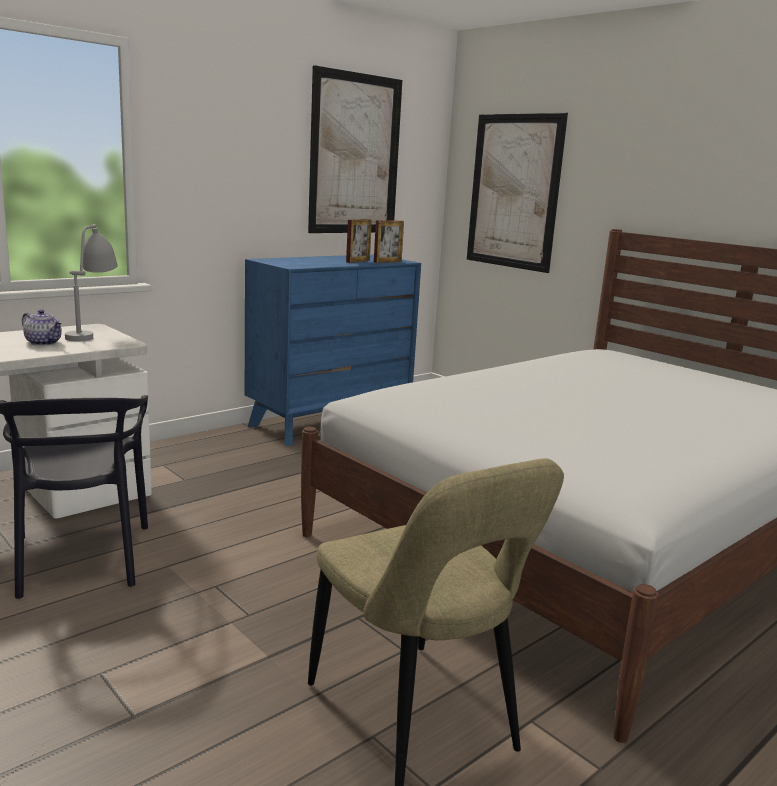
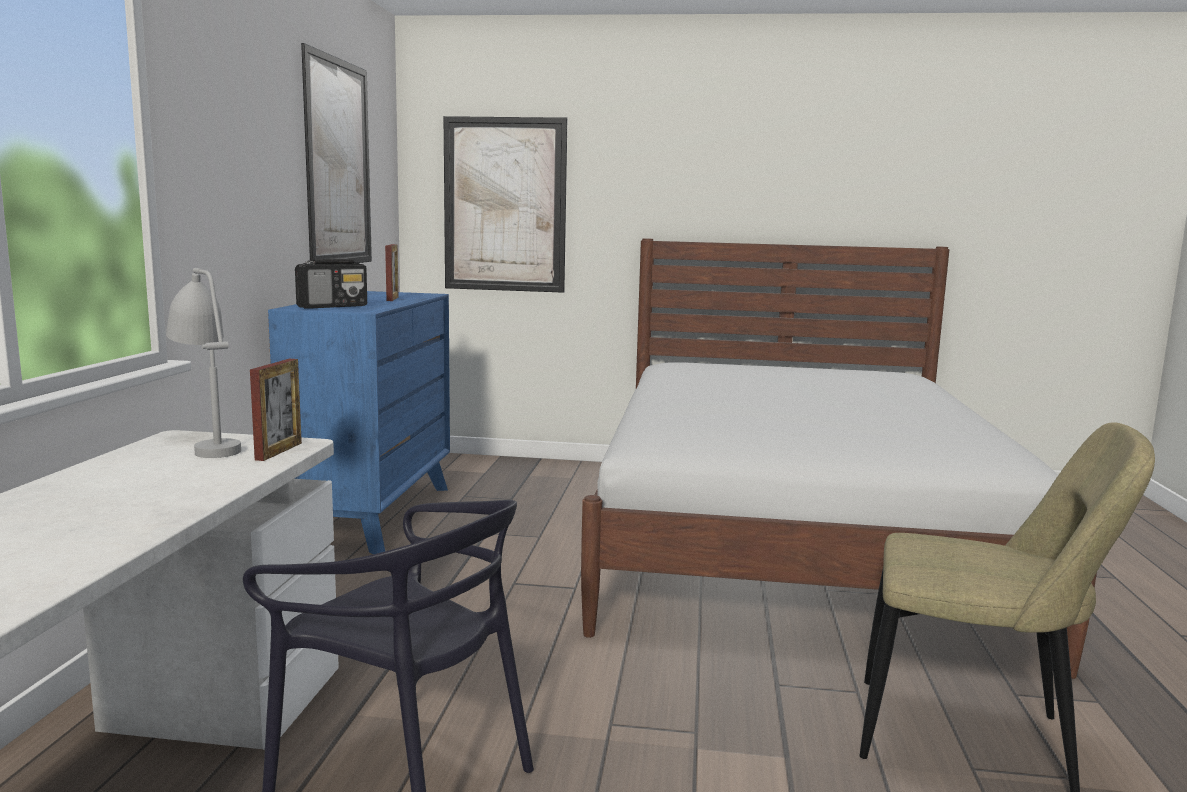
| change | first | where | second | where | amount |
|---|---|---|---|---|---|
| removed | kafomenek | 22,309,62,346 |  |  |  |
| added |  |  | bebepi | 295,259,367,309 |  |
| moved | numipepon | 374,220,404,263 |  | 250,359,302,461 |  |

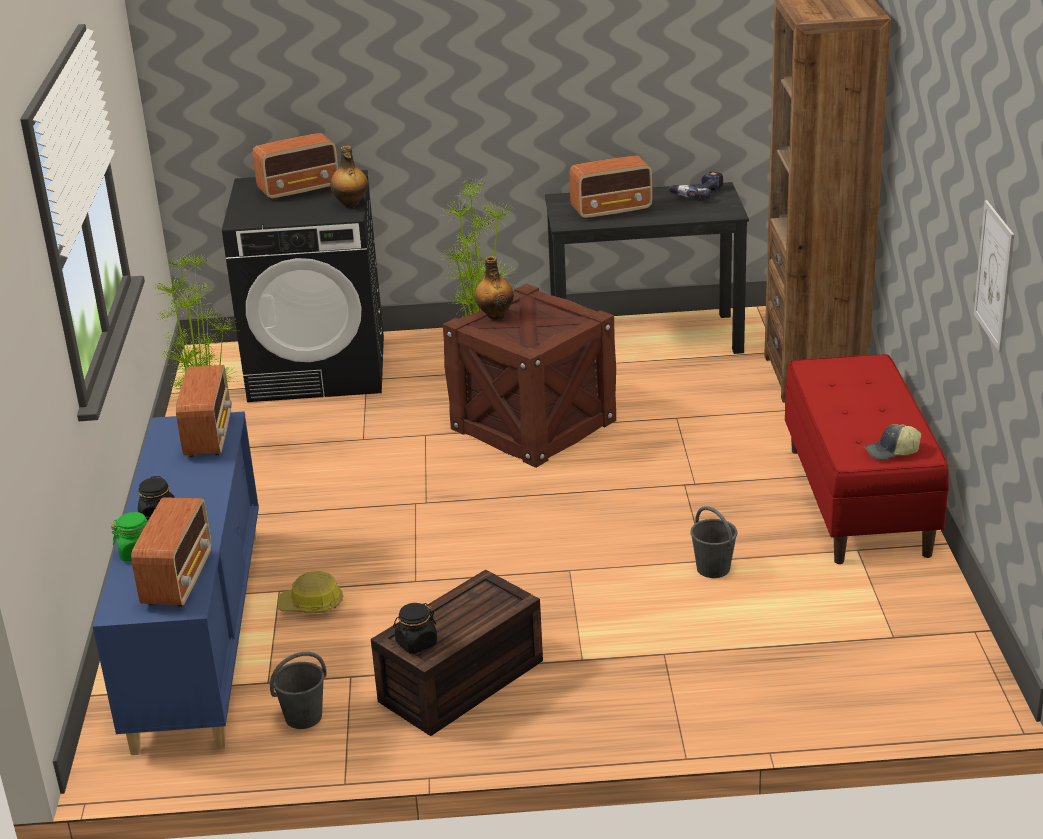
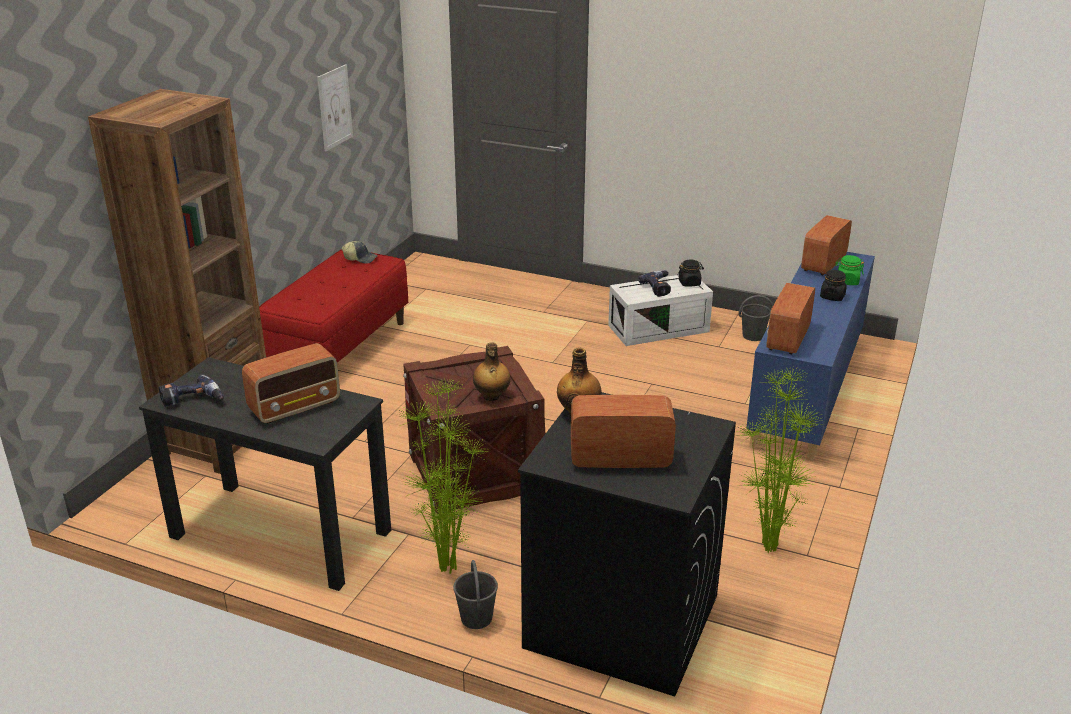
| change | first | where | second | where | amount |
|---|---|---|---|---|---|
| removed | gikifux | 277,571,343,613 |  |  |  |
| added |  |  | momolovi | 638,271,671,297 |  |
| moved | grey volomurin | 690,506,737,578 |  | 453,560,498,629 |  |
| recoloured | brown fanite | 371,569,543,736 | white fanite | 608,275,713,346 |  |
| turned | bebepi | 569,155,653,219 |  | 242,343,340,424 | 135 degrees clockwise |

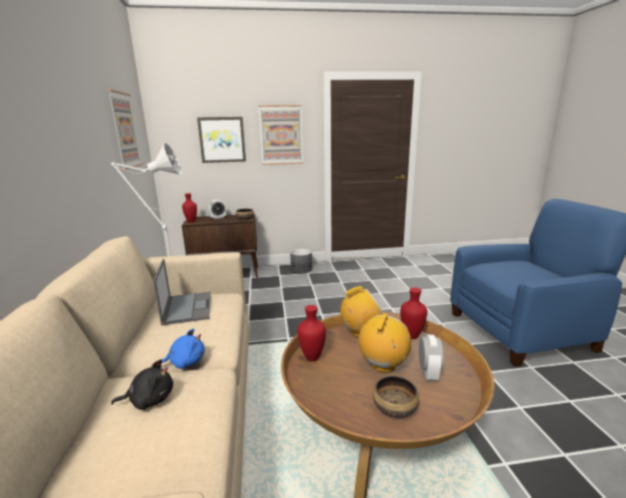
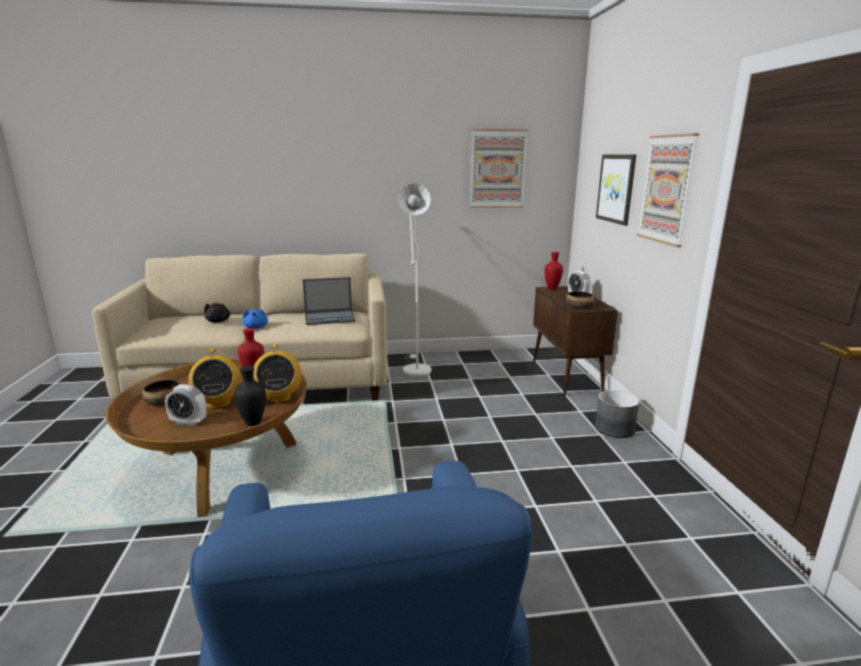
| change | first | where | second | where | amount |
|---|---|---|---|---|---|
| recoloured | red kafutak | 400,287,427,339 | black kafutak | 234,365,266,426 |  |
| turned | bebepi | 358,313,411,373 |  | 188,349,241,409 | 45 degrees clockwise |

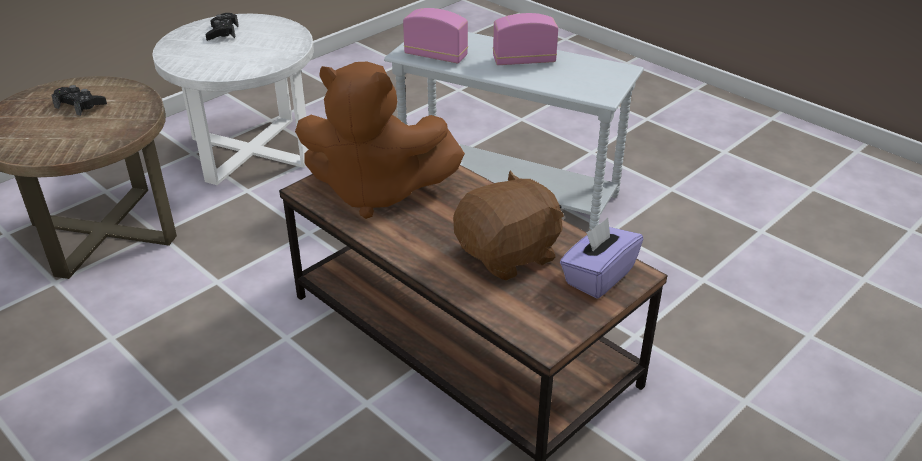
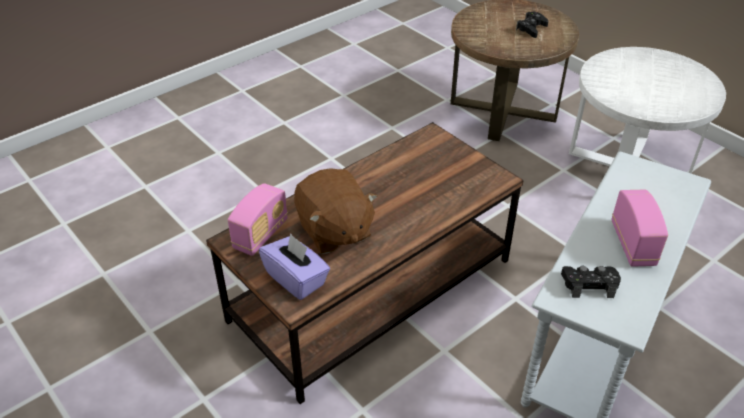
| change | first | where | second | where | amount |
|---|---|---|---|---|---|
| removed | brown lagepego | 295,62,465,219 |  |  |  |
| moved | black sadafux | 206,13,239,41 |  | 561,266,621,298 |  |
| moved | bebepi | 403,8,468,63 |  | 228,183,288,256 |  |

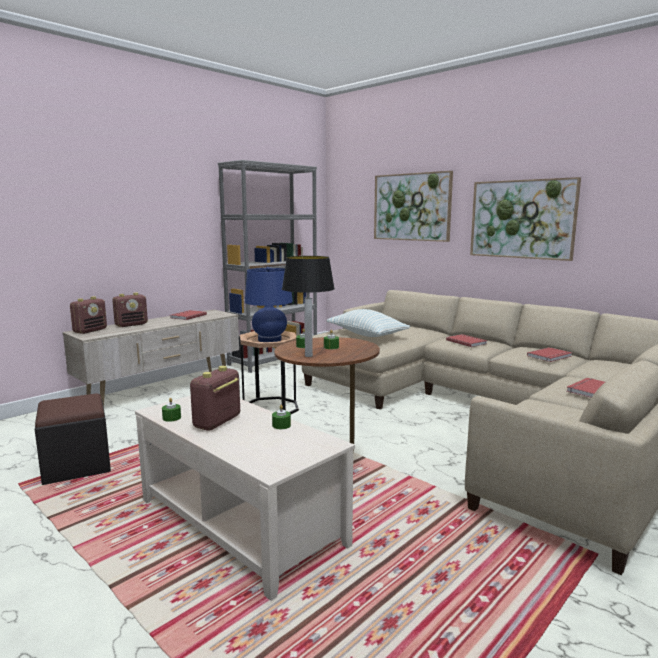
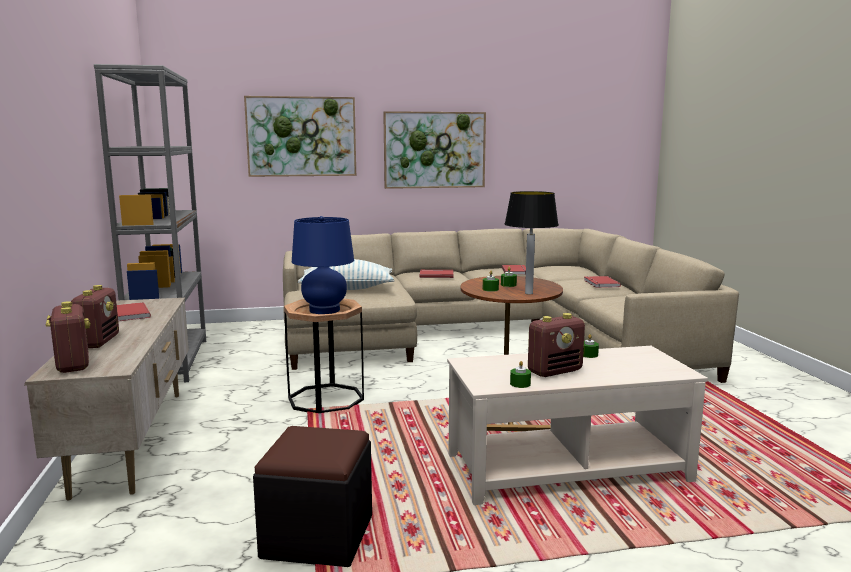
| change | first | where | second | where | amount |
|---|---|---|---|---|---|
| turned | bebepi | 190,366,240,430 |  | 528,313,585,377 | 90 degrees counterclockwise |

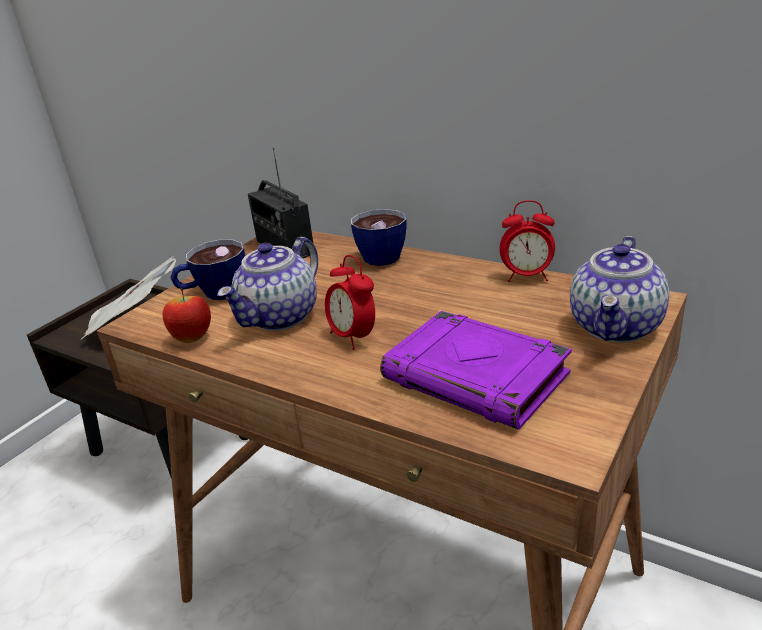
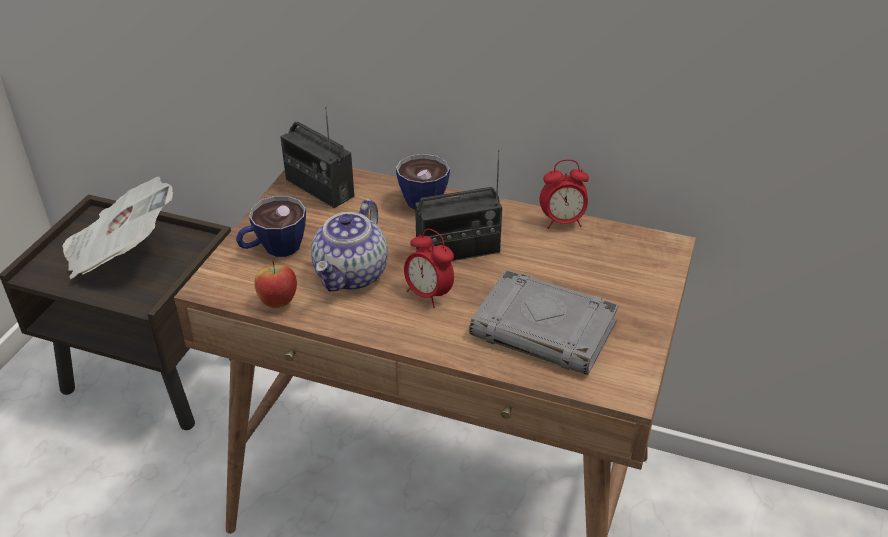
| change | first | where | second | where | amount |
|---|---|---|---|---|---|
| removed | kafomenek | 570,236,669,343 |  |  |  |
| added |  |  | bebepi | 415,149,502,261 |  |
| recoloured | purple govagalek | 380,310,572,430 | grey govagalek | 469,270,619,375 |  |

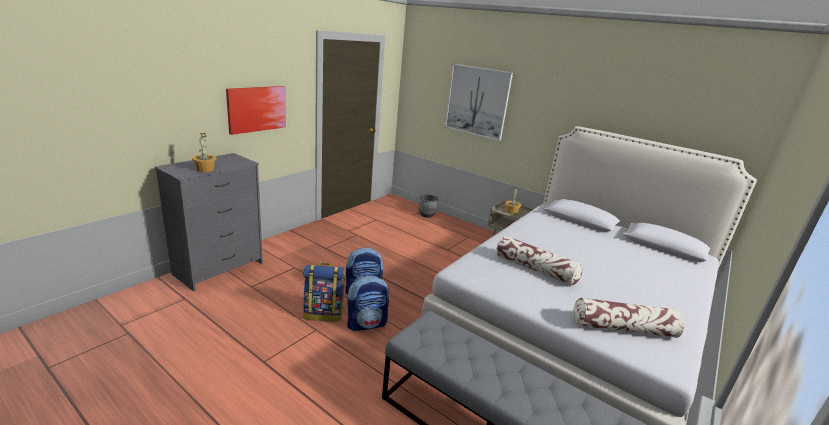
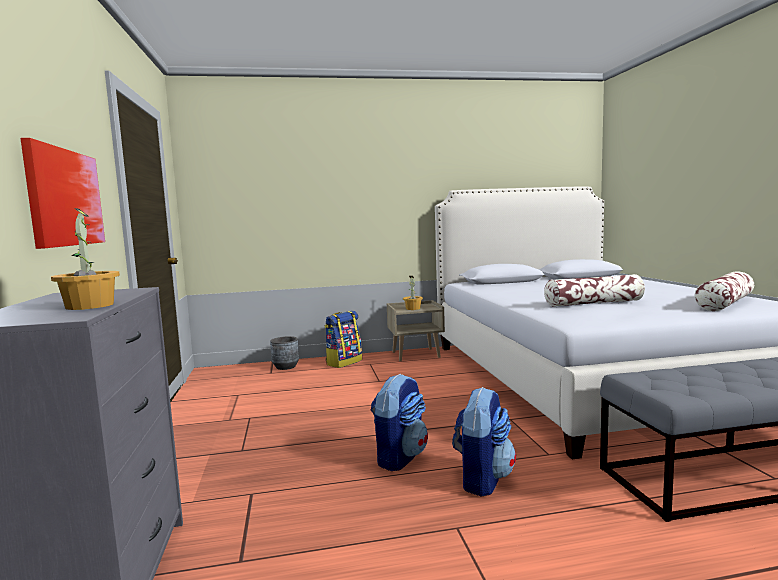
| change | first | where | second | where | amount |
|---|---|---|---|---|---|
| removed | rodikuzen | 445,64,513,141 |  |  |  |
| moved | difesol | 303,263,345,321 |  | 325,311,362,368 |  |

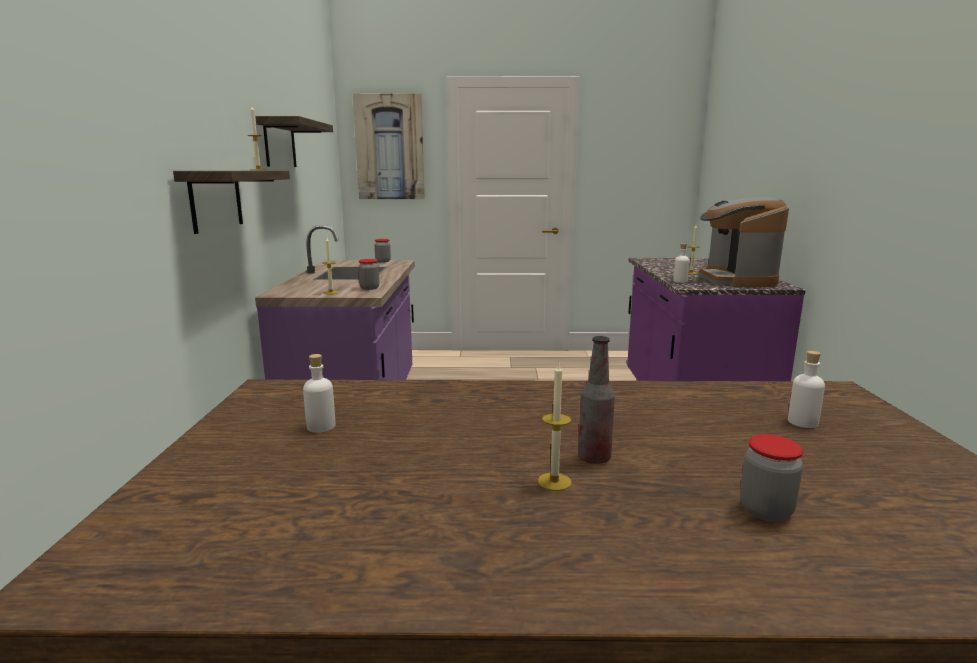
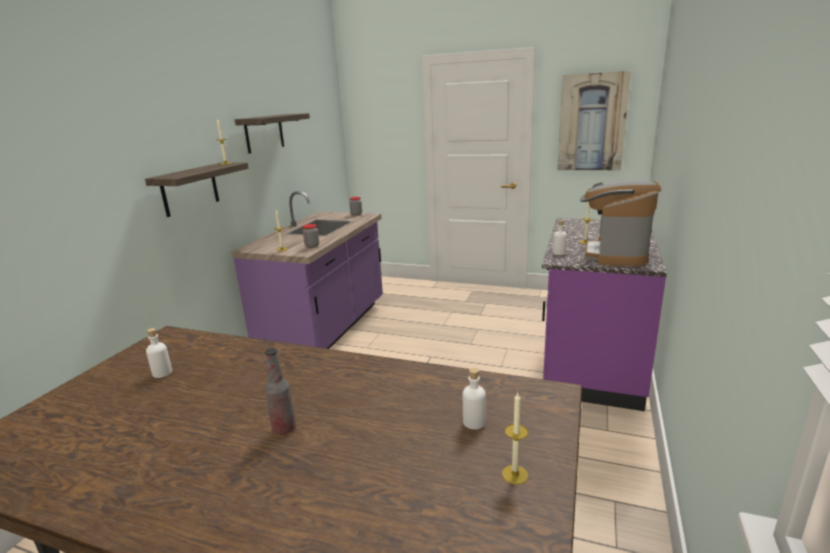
| change | first | where | second | where | amount |
|---|---|---|---|---|---|
| removed | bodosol | 740,434,803,522 |  |  |  |
| moved | rodikuzen | 353,94,425,199 |  | 557,71,631,170 |  |
| moved | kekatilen | 538,363,572,491 |  | 502,393,528,485 |  |

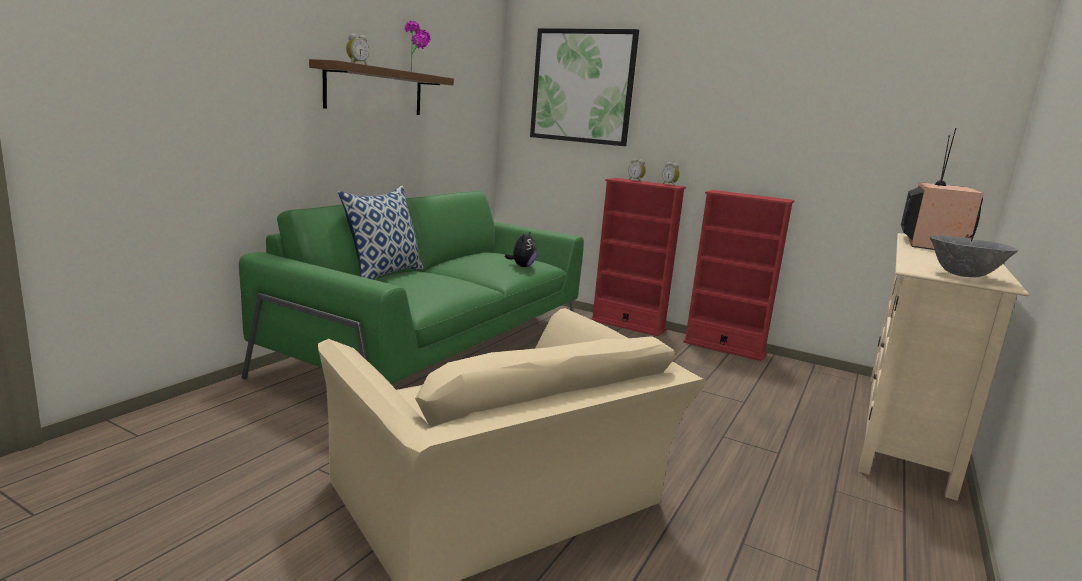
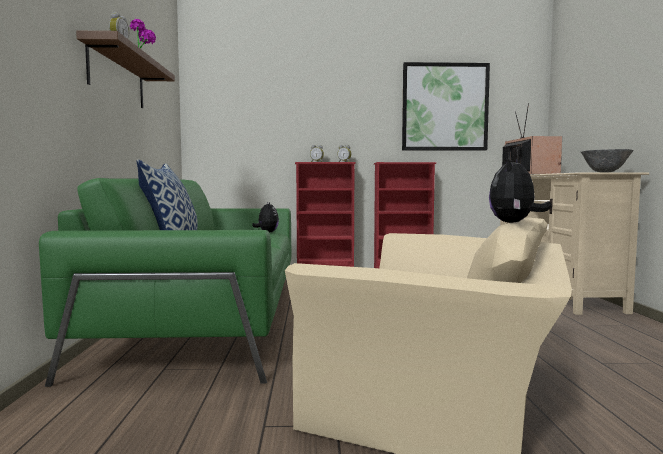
| change | first | where | second | where | amount |
|---|---|---|---|---|---|
| added |  |  | lagepego | 489,157,552,223 |  |
| moved | rodikuzen | 530,28,639,146 |  | 402,62,490,151 |  |

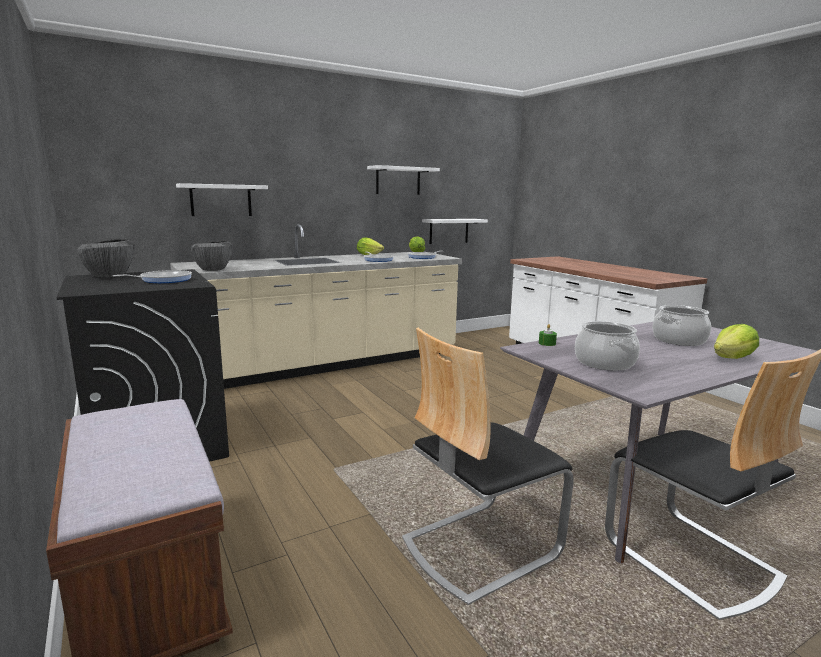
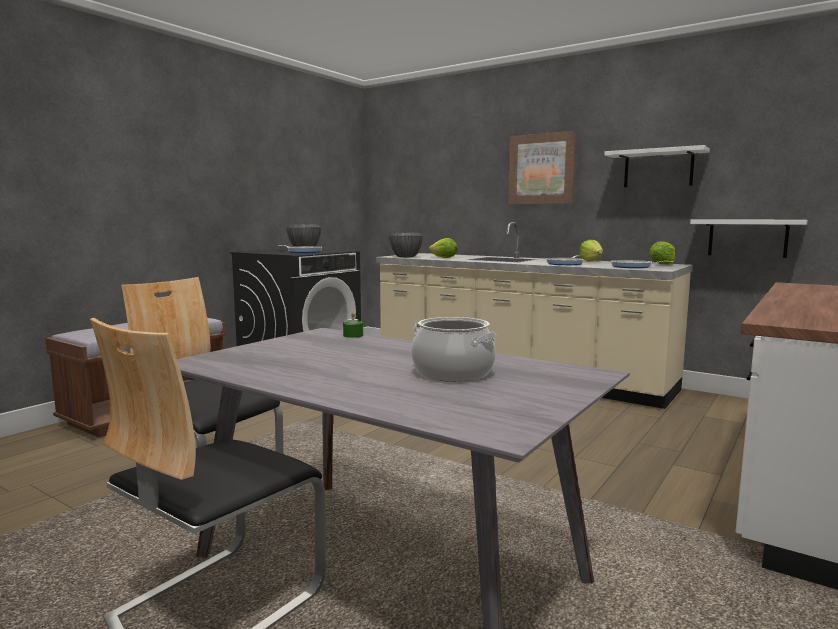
| change | first | where | second | where | amount |
|---|---|---|---|---|---|
| removed | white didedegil | 176,183,268,216 |  |  |  |
| removed | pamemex | 575,321,640,371 |  |  |  |
| added |  |  | rodikuzen | 508,131,577,204 |  |
| moved | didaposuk | 714,324,759,359 |  | 429,238,458,258 |  |

